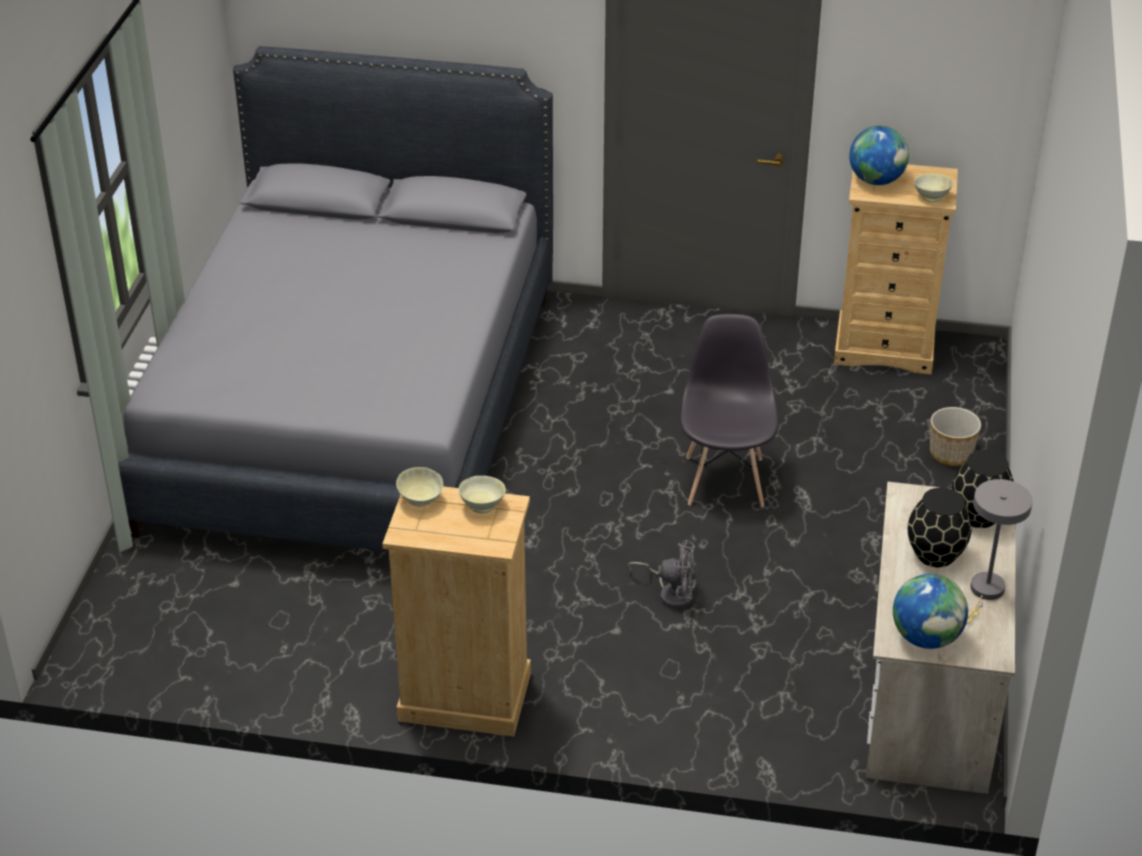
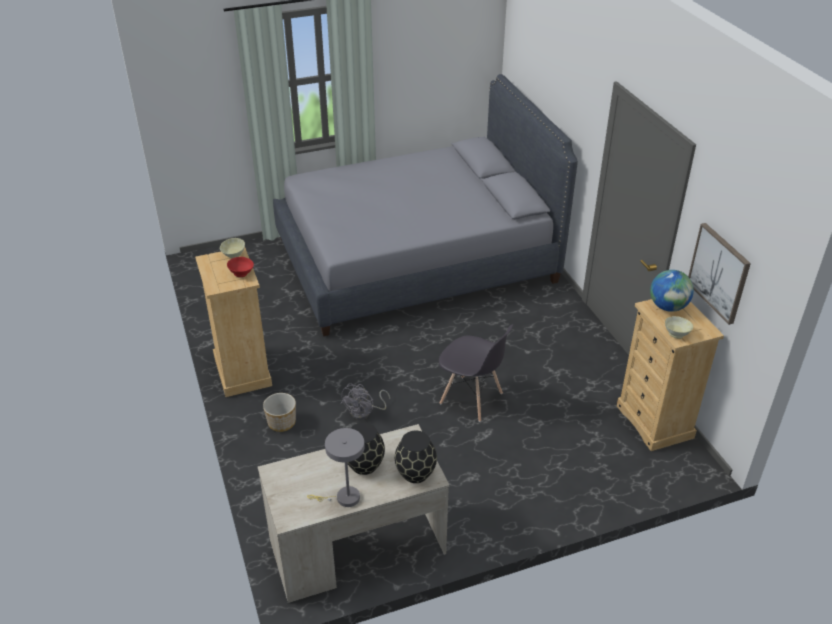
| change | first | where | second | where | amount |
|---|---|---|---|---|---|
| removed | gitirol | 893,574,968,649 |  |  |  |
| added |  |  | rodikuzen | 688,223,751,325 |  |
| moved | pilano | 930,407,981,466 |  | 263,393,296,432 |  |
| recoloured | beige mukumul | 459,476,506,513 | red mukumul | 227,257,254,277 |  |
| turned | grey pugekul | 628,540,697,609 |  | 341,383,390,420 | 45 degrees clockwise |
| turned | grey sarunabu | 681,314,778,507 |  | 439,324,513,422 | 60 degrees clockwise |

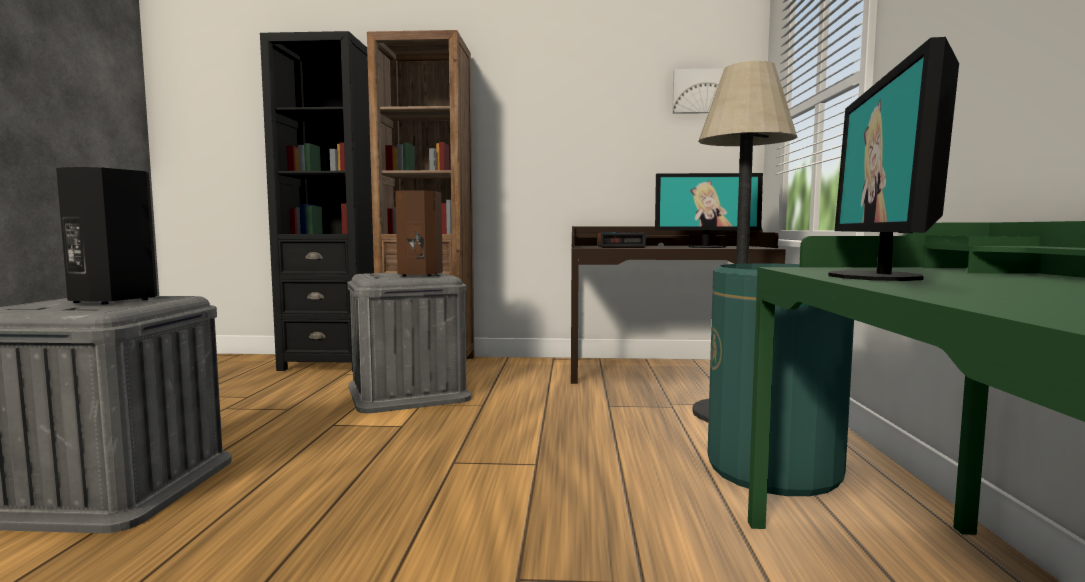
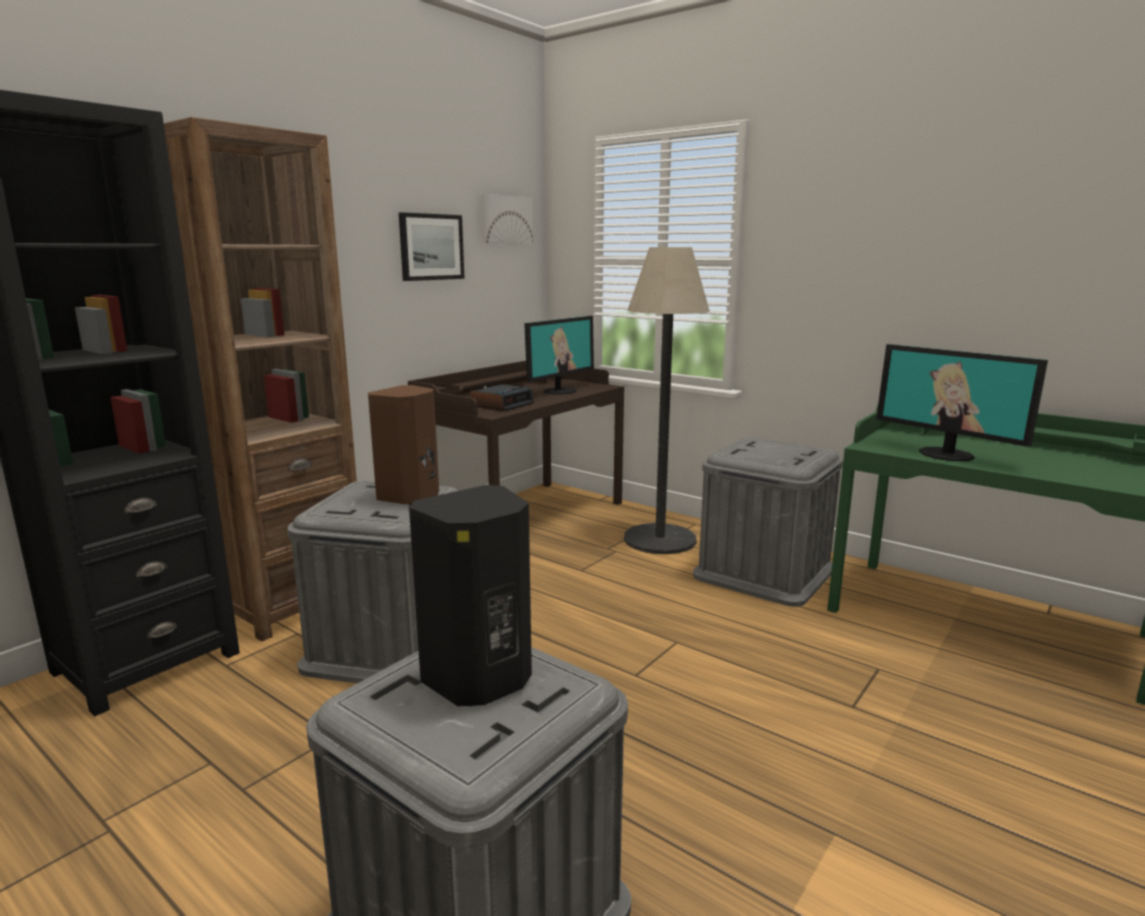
| change | first | where | second | where | amount |
|---|---|---|---|---|---|
| added |  |  | rodikuzen | 399,212,465,281 |  |
| replaced | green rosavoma | 708,263,854,496 | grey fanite | 693,437,843,607 |  |

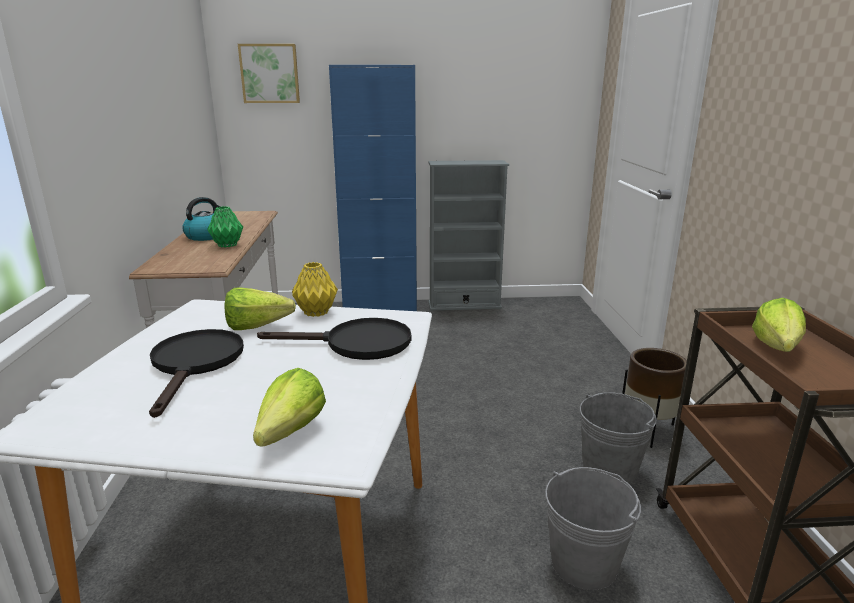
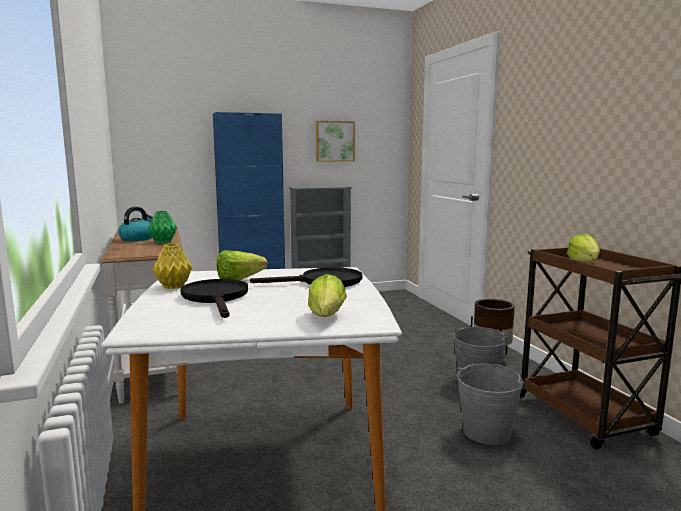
| change | first | where | second | where | amount |
|---|---|---|---|---|---|
| moved | rodikuzen | 238,44,300,103 |  | 316,121,355,162 |  |
| moved | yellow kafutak | 292,262,338,317 |  | 153,244,192,289 |  |

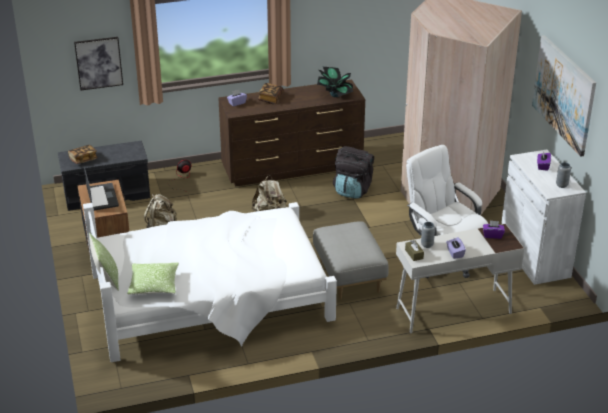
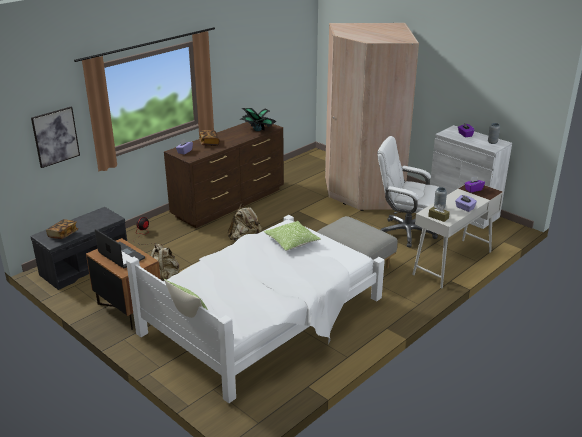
| change | first | where | second | where | amount |
|---|---|---|---|---|---|
| removed | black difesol | 333,146,374,199 |  |  |  |
| removed | rodikuzen | 532,35,596,157 |  |  |  |
| moved | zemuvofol | 127,262,179,294 |  | 264,221,321,251 |  |

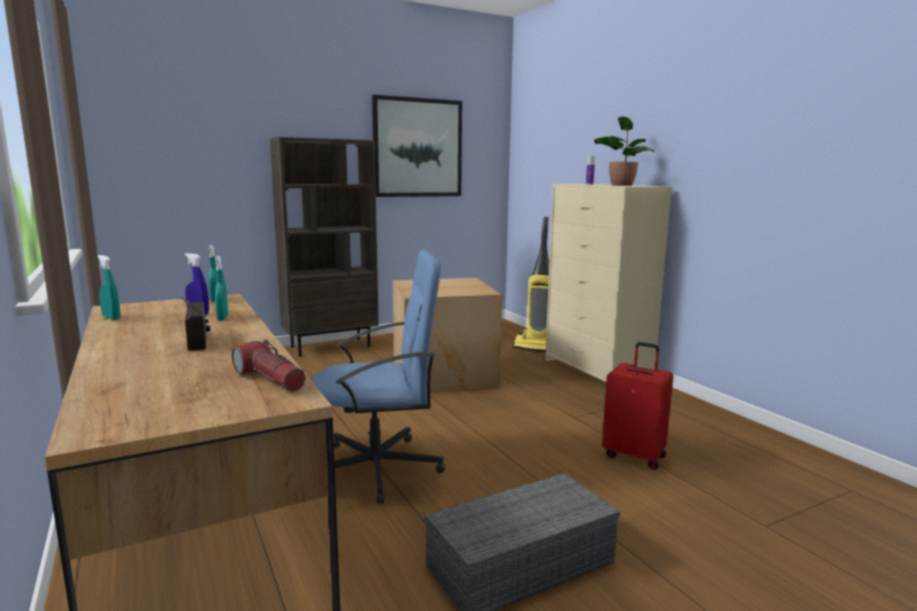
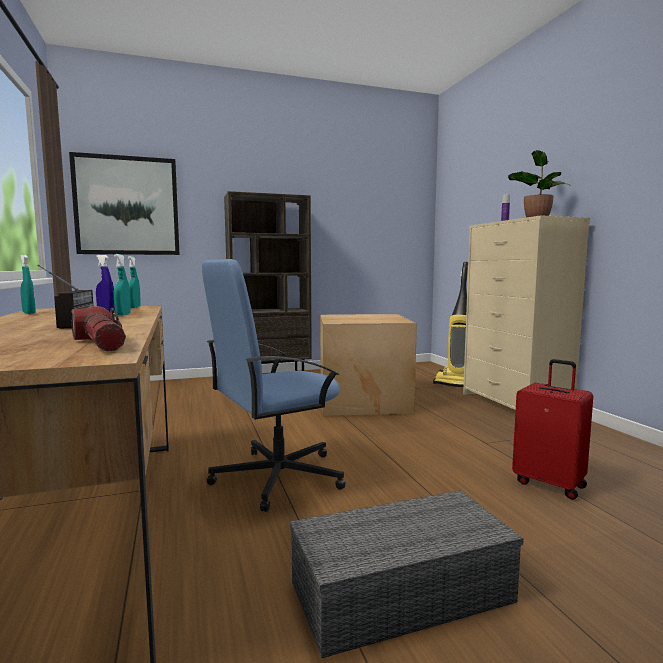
| change | first | where | second | where | amount |
|---|---|---|---|---|---|
| moved | rodikuzen | 372,95,462,197 |  | 69,152,180,255 |  |
| turned | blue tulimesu | 311,250,446,504 |  | 202,259,346,512 | 150 degrees clockwise |

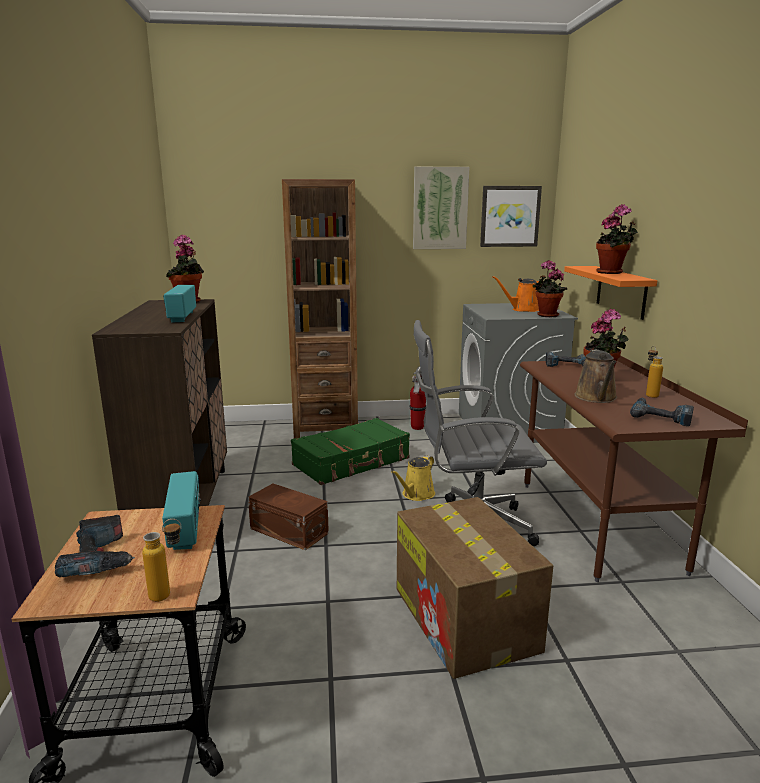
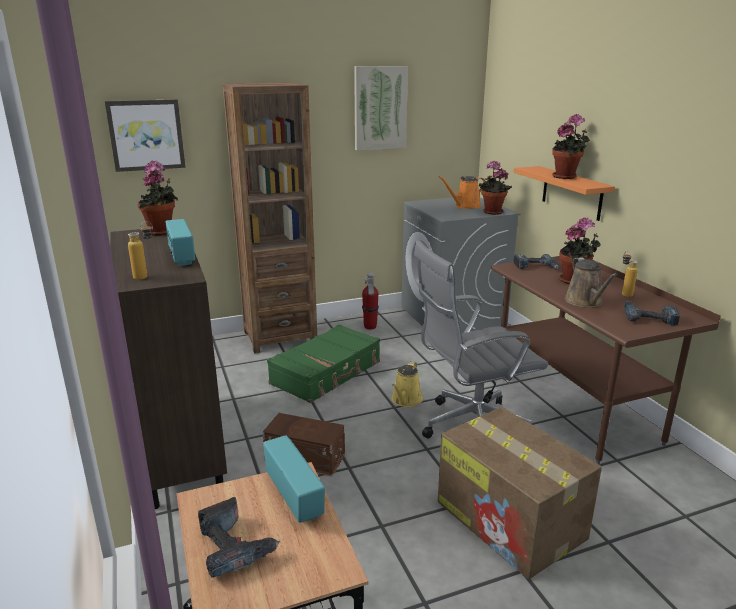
| change | first | where | second | where | amount |
|---|---|---|---|---|---|
| moved | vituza | 142,519,182,602 |  | 128,222,153,280 |  |
| moved | rodikuzen | 480,186,542,247 |  | 105,99,186,172 |  |

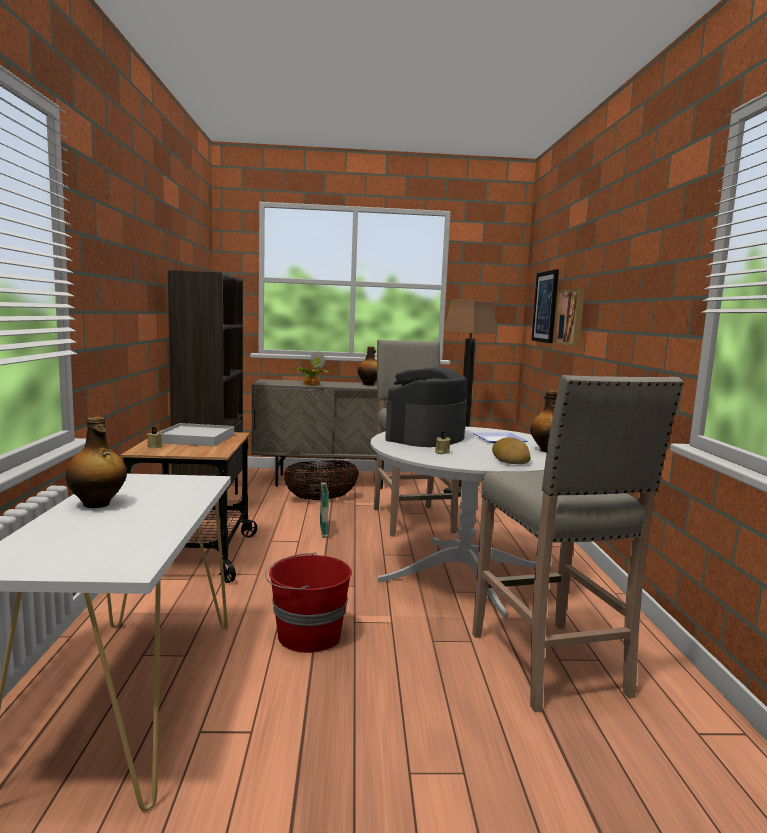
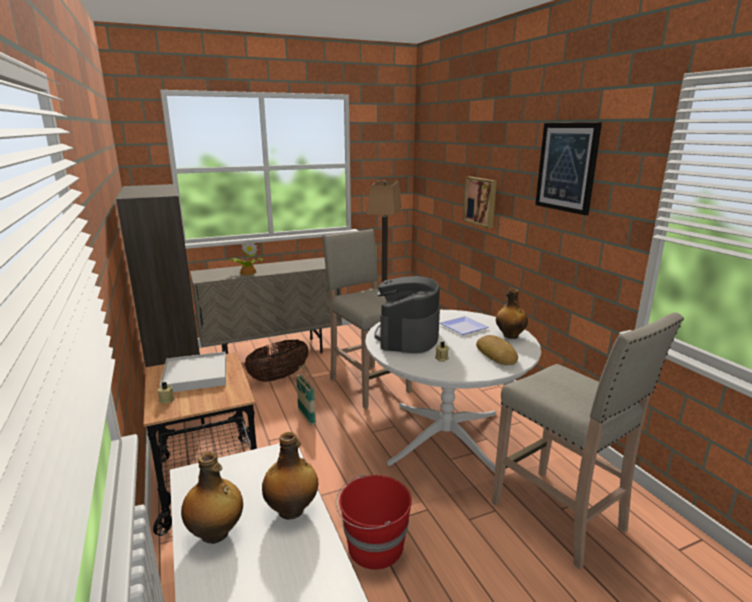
| change | first | where | second | where | amount |
|---|---|---|---|---|---|
| moved | vituza | 358,346,377,385 |  | 262,432,318,520 |  |
| moved | rodikuzen | 532,269,559,343 |  | 535,122,602,215 |  |

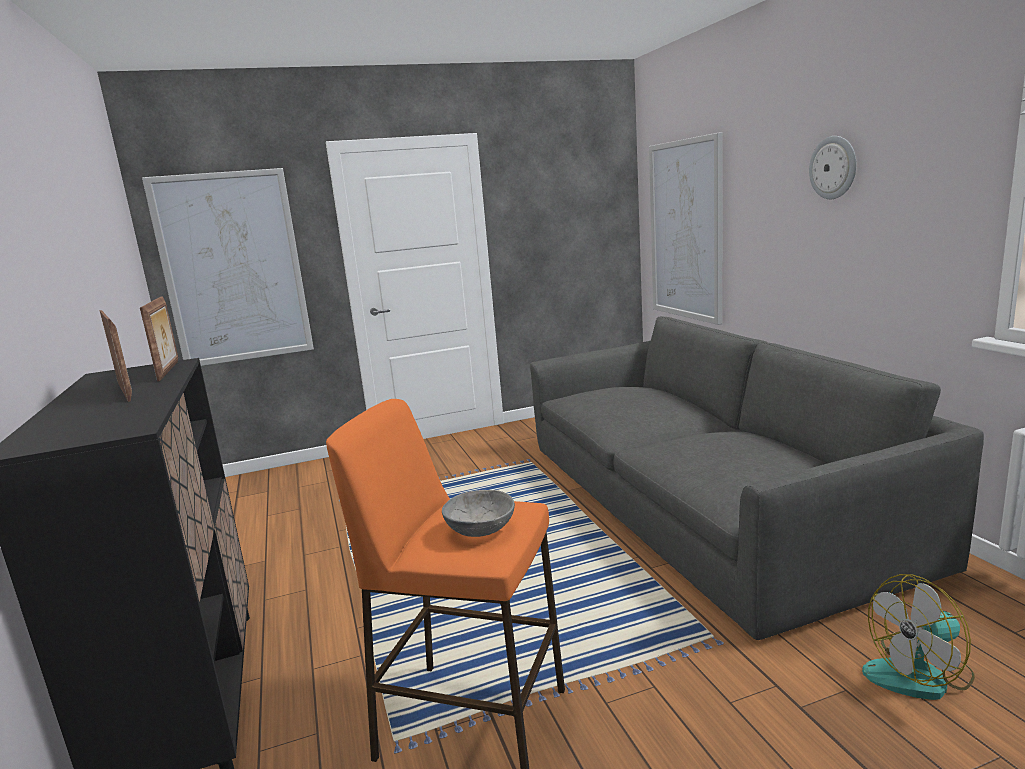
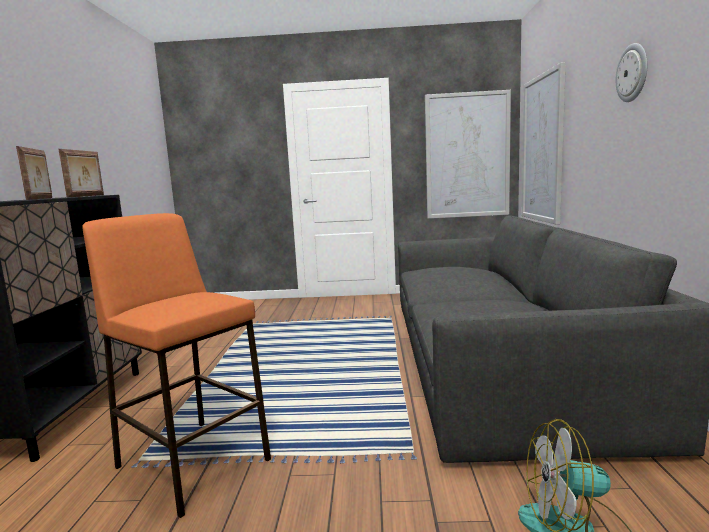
| change | first | where | second | where | amount |
|---|---|---|---|---|---|
| removed | grey mukumul | 442,490,515,537 |  |  |  |
| moved | rodikuzen | 142,168,314,366 |  | 425,90,511,219 |  |

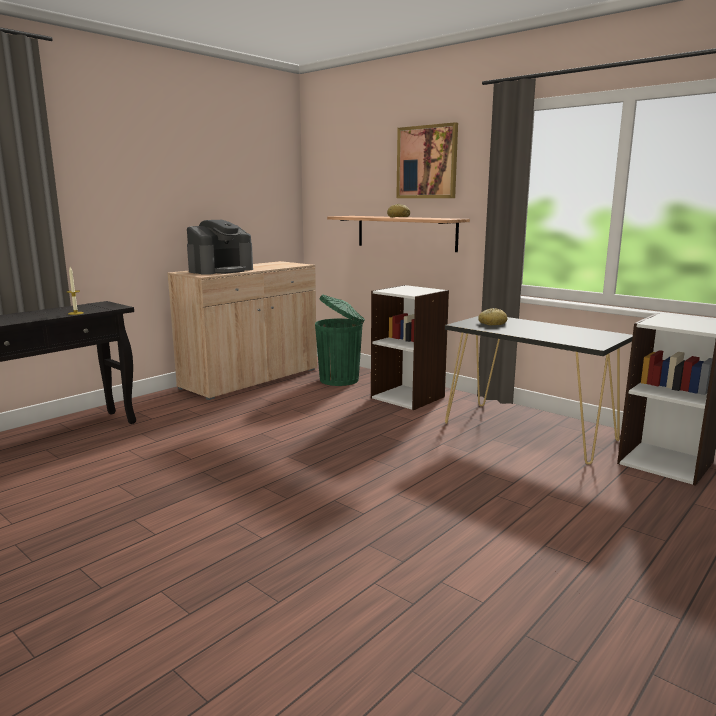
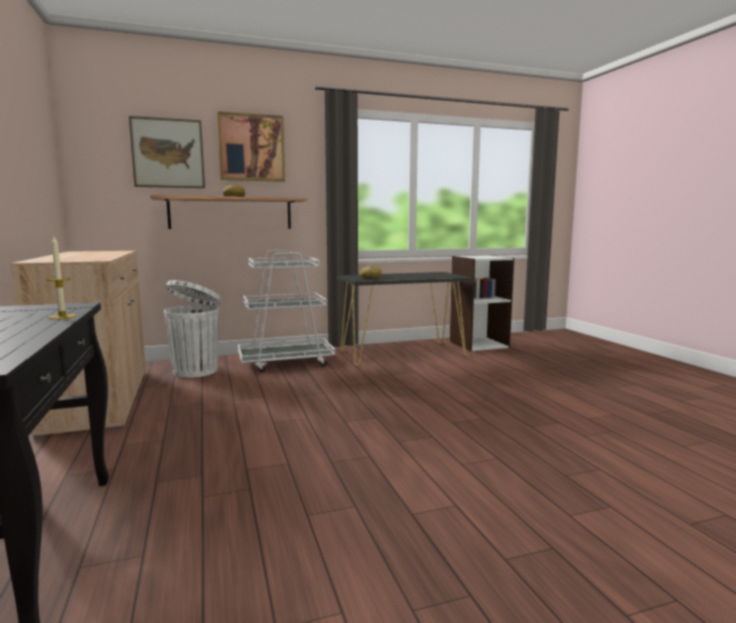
| change | first | where | second | where | amount |
|---|---|---|---|---|---|
| removed | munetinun | 187,220,253,275 |  |  |  |
| added |  |  | rodikuzen | 129,116,205,188 |  |
| replaced | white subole | 371,285,449,410 | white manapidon | 238,250,335,372 |  |
| recoloured | green rosavoma | 315,294,365,386 | white rosavoma | 164,280,221,378 |  |

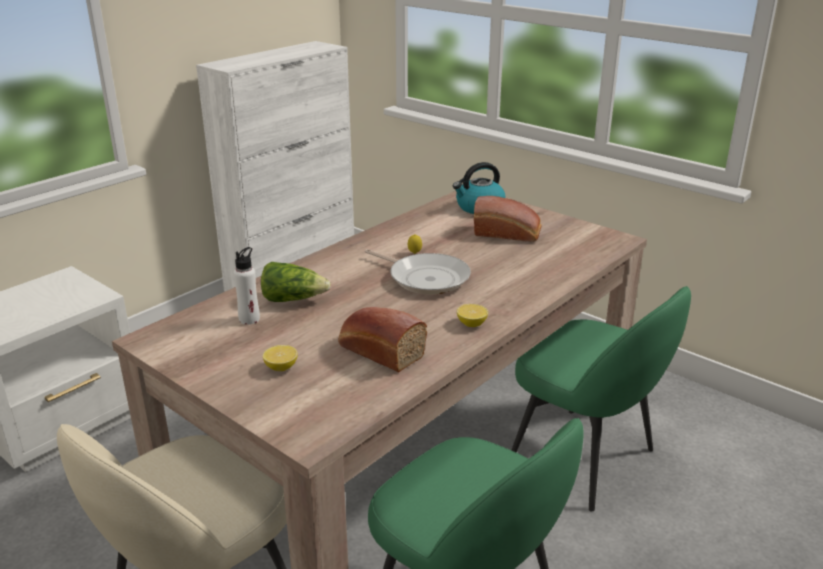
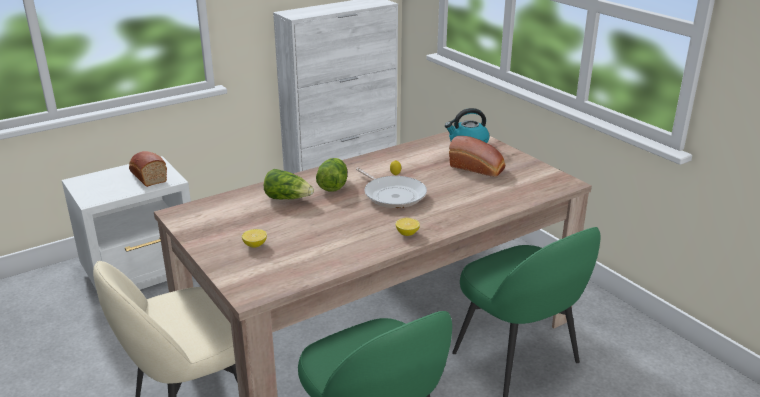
| change | first | where | second | where | amount |
|---|---|---|---|---|---|
| removed | white vituza | 234,247,260,325 |  |  |  |
| added |  |  | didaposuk | 316,158,347,192 |  |
| moved | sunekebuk | 338,307,427,372 |  | 129,151,167,187 |  |

